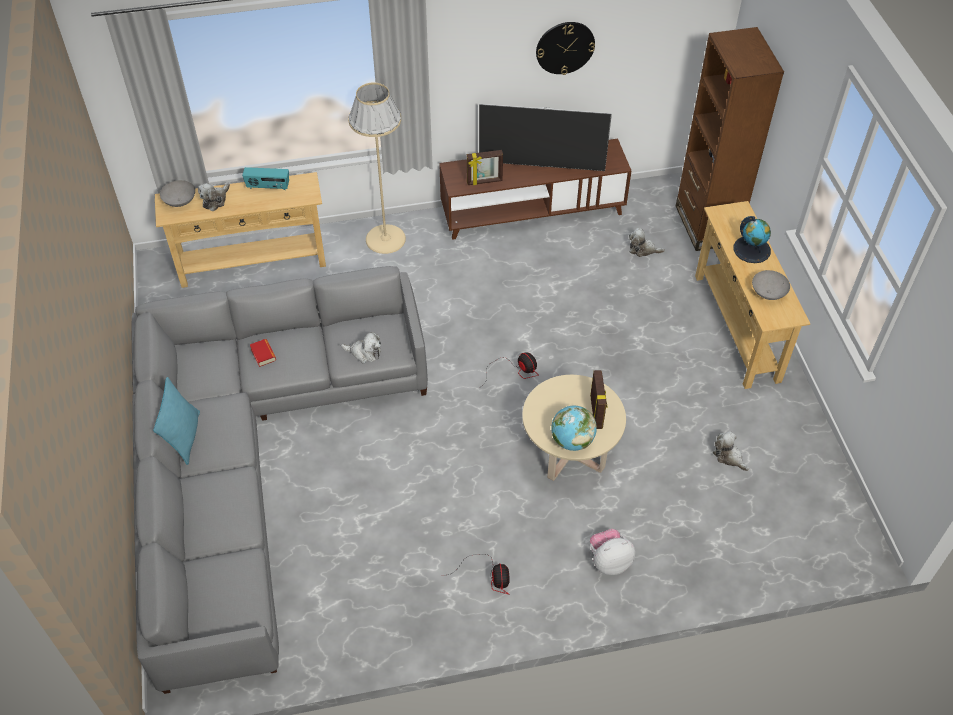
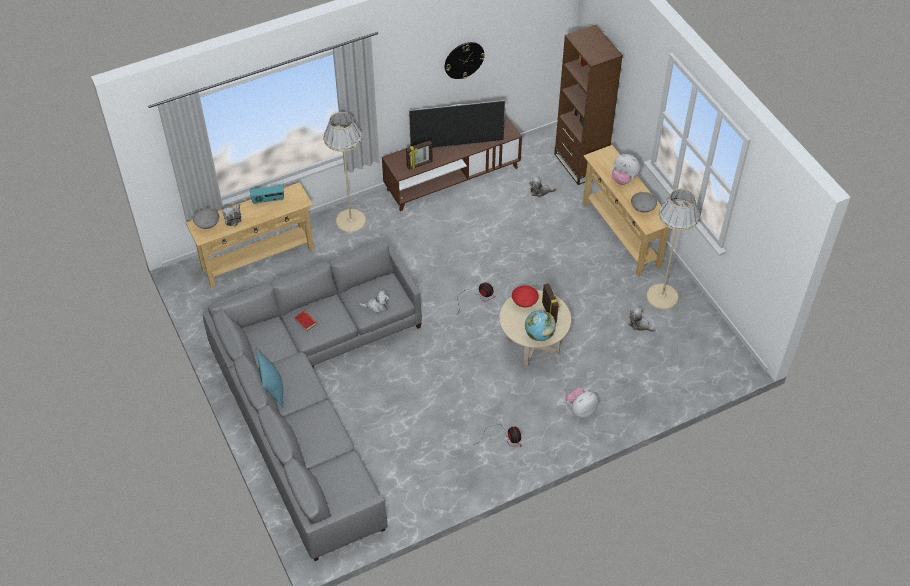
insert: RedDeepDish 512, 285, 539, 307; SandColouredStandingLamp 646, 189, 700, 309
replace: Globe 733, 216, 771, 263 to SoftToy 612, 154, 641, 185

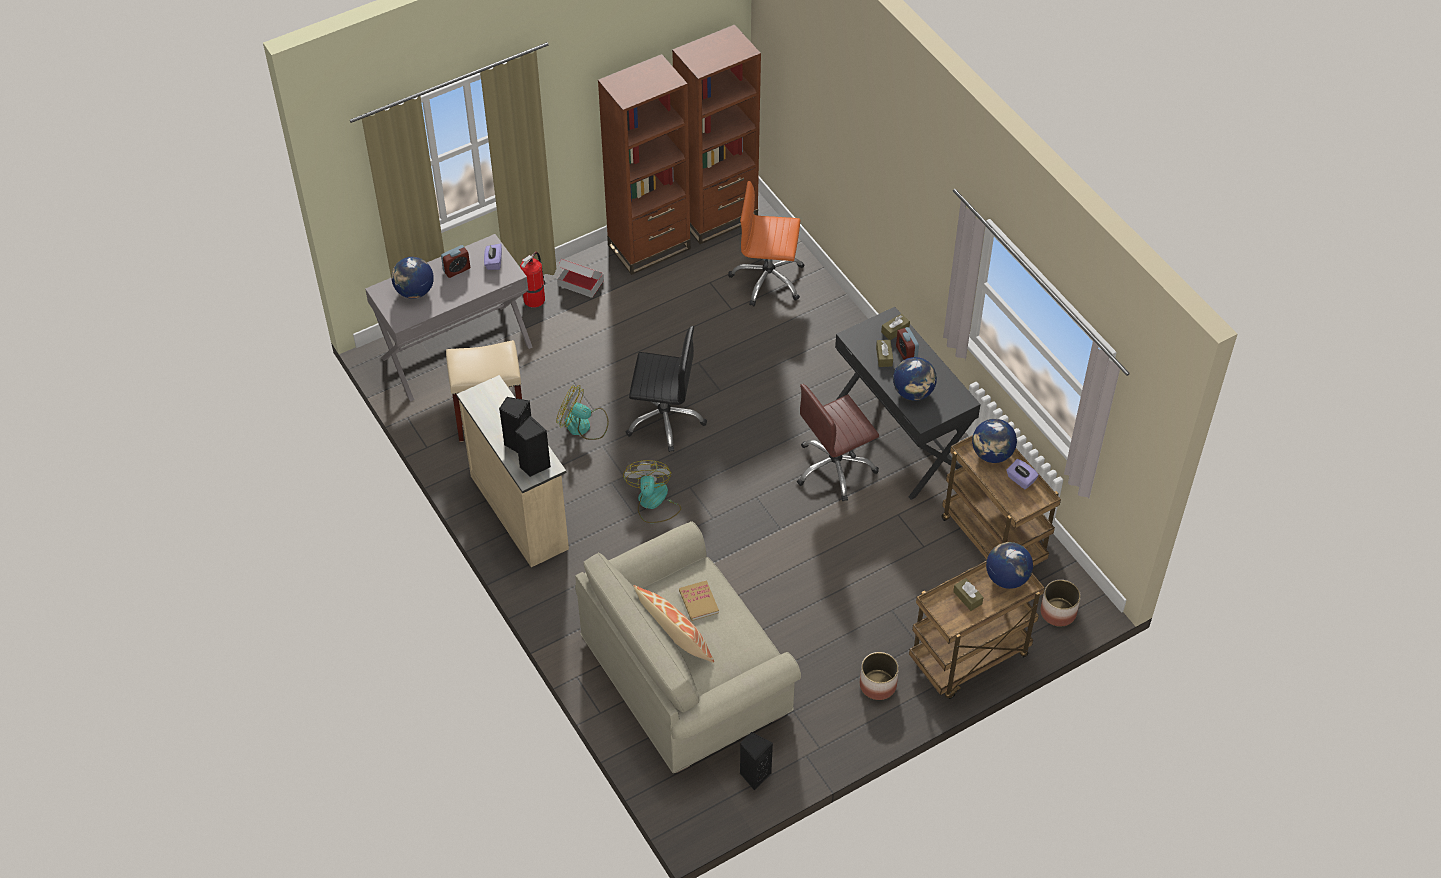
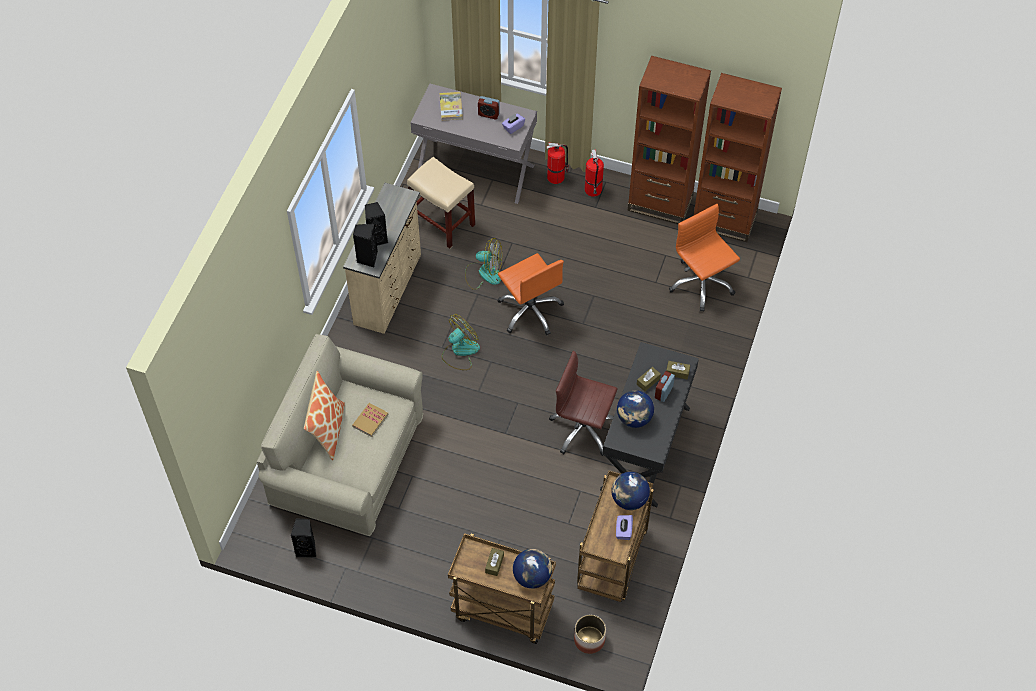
delete: PlantPot 860, 652, 899, 700
replace: Globe 392, 257, 434, 299 to BoundBook 439, 92, 463, 121; CardboardBox 557, 259, 604, 298 to Extinguisher 585, 149, 604, 197
recolor: BlackComputerChair 625, 326, 707, 452 to OrangeyComputerChair 497, 253, 564, 335
rotate: CoolingFan 556, 385, 609, 440 = 465, 238, 502, 290 120 degrees clockwise

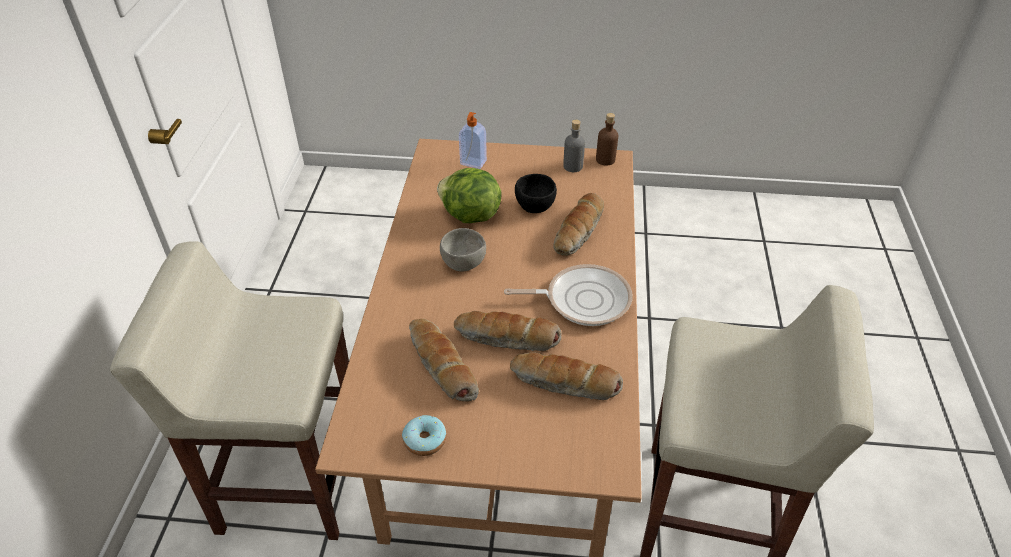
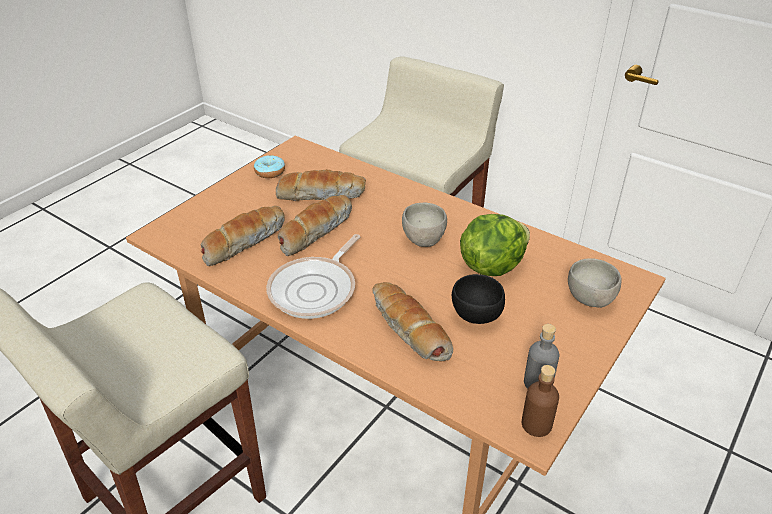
replace: SoapDispenser 459, 112, 487, 169 to GreyishDeepDish 568, 258, 622, 308

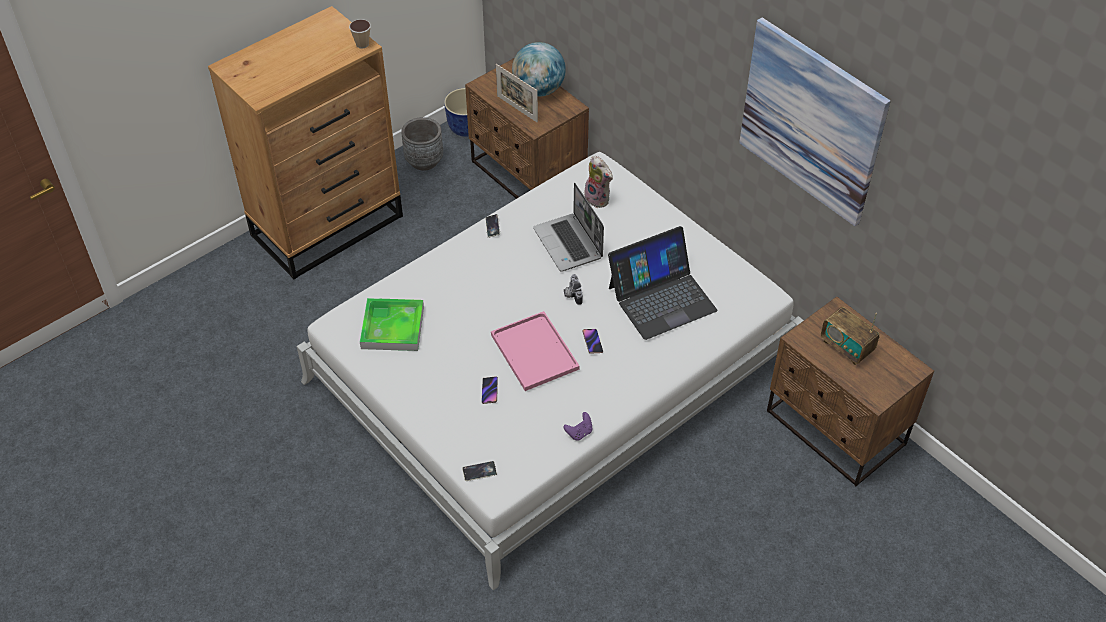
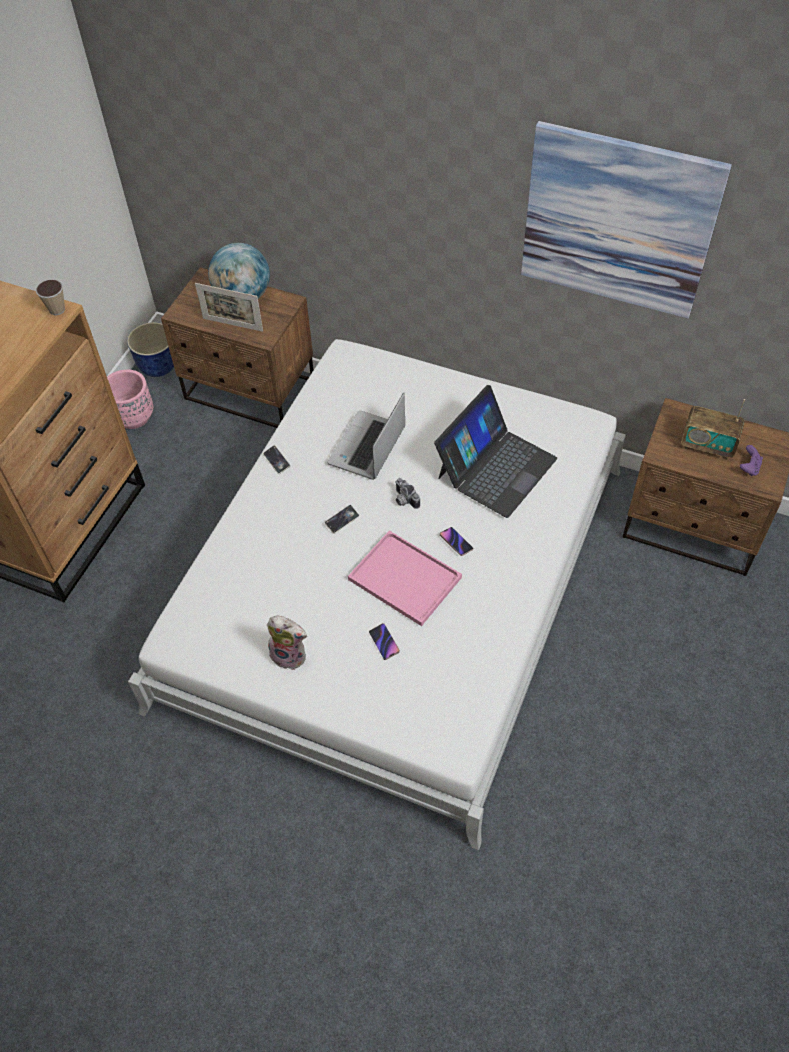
delete: CarryingTray 360, 298, 424, 351
move: SoftToy 584, 156, 613, 208 to 267, 616, 307, 670; Telephone 462, 461, 497, 481 to 324, 505, 359, 534; PurpleGamepad 564, 412, 593, 441 to 740, 445, 763, 476
recolor: GreyishPlantPot 401, 117, 443, 171 to PinkPlantPot 107, 370, 153, 429
rotate: NotebookComputer 533, 183, 604, 272 = 328, 392, 405, 480 75 degrees clockwise

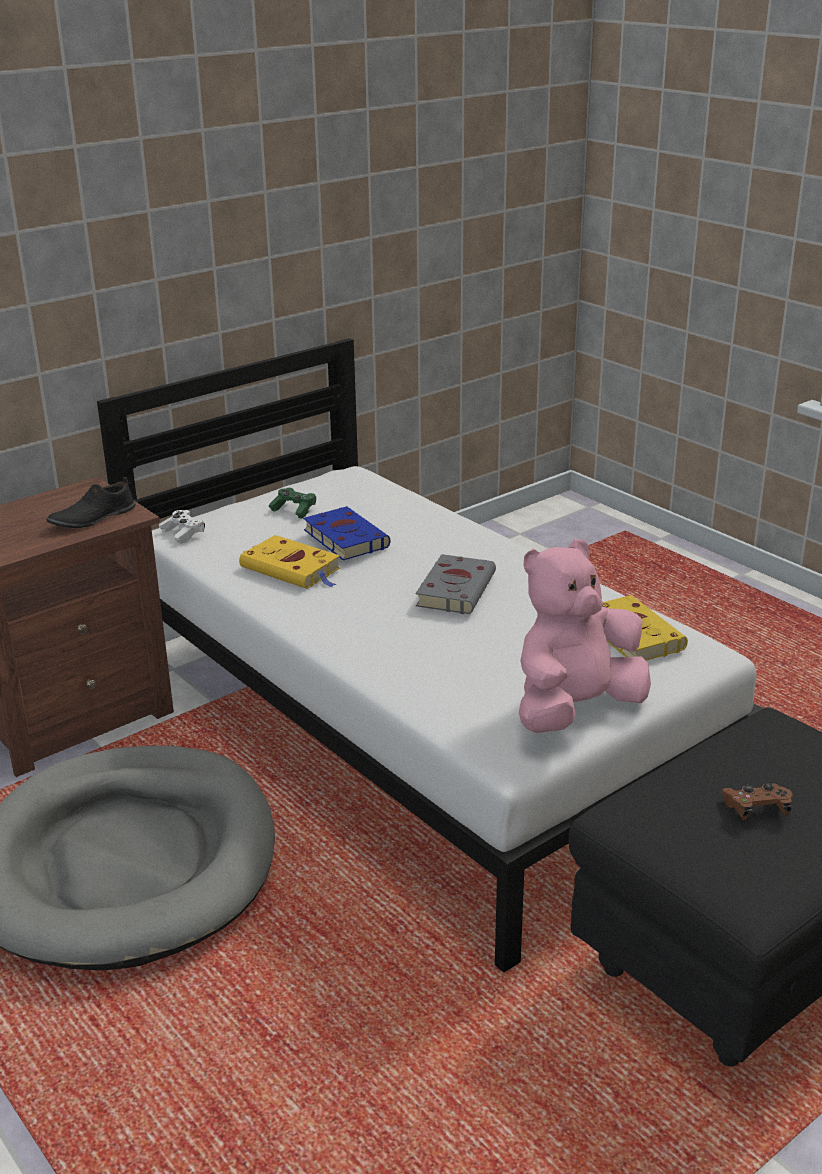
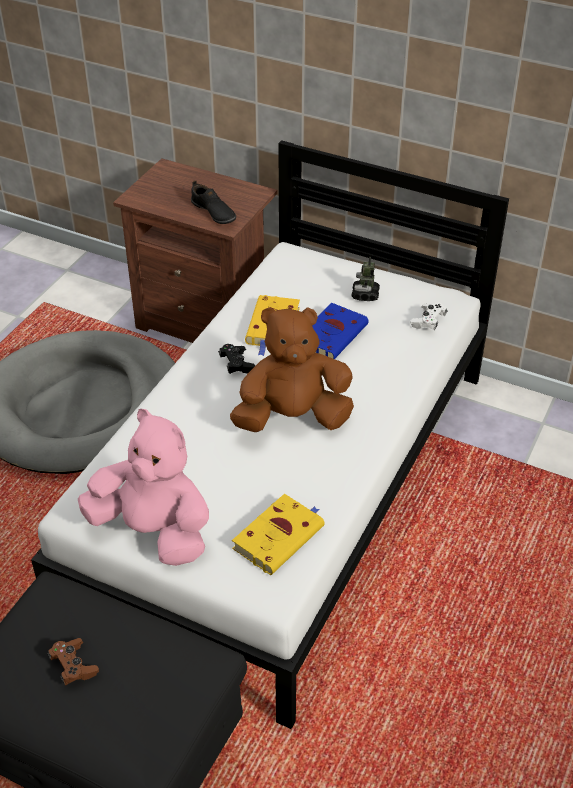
insert: BlackGamepad 218, 344, 256, 374
move: WhiteColouredGamepad 159, 510, 205, 544 to 410, 302, 448, 330
replace: GreyishBoundBook 416, 554, 496, 614 to BrownishSoftToy 230, 307, 354, 432; GreenishGamepad 269, 488, 316, 519 to RobotFigure 352, 257, 380, 301
rotate: BlackShoe 46, 477, 136, 528 = 191, 180, 236, 224 150 degrees counterclockwise

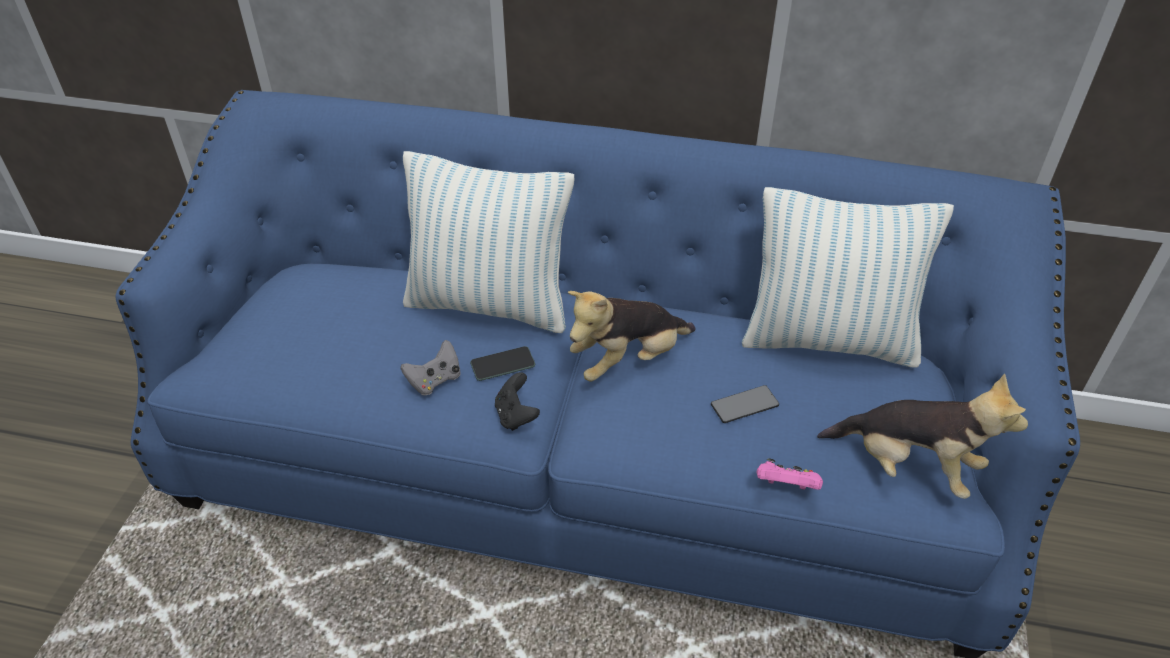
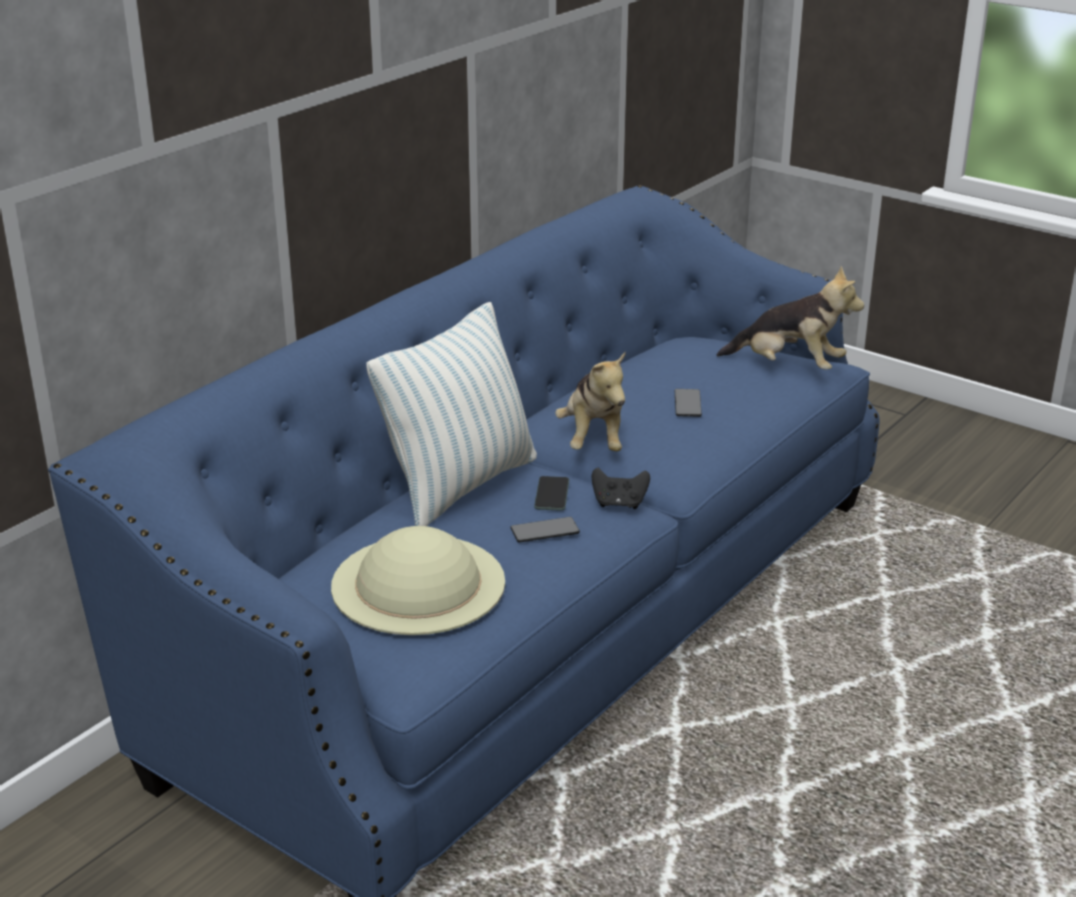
delete: ThrowPillow 742, 187, 954, 368; PinkGamepad 757, 458, 823, 490
insert: SandColouredClothingHat 331, 526, 505, 635
replace: GreyishGamepad 401, 340, 461, 395 to Telephone 510, 517, 580, 542
rotate: SoftToy 817, 373, 1028, 499 = 717, 266, 864, 370 60 degrees clockwise

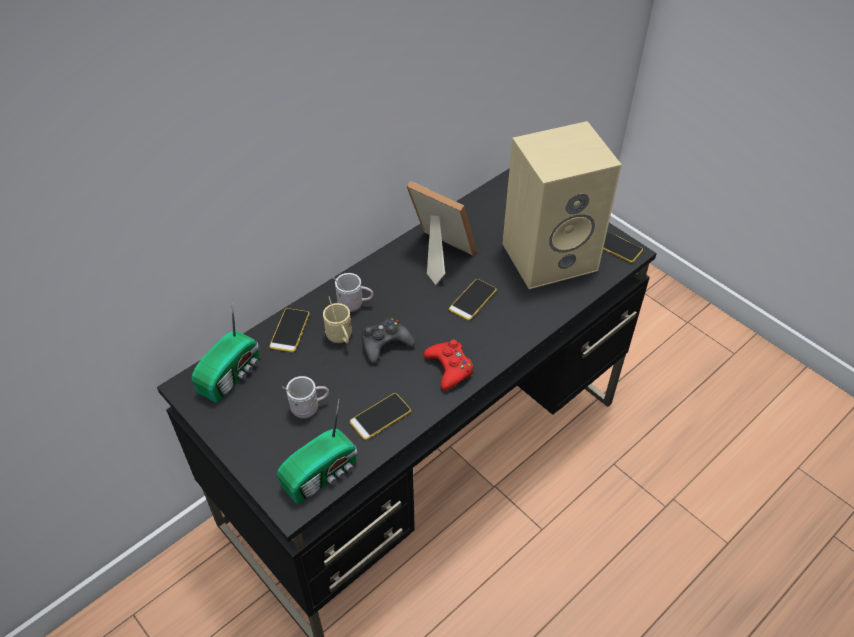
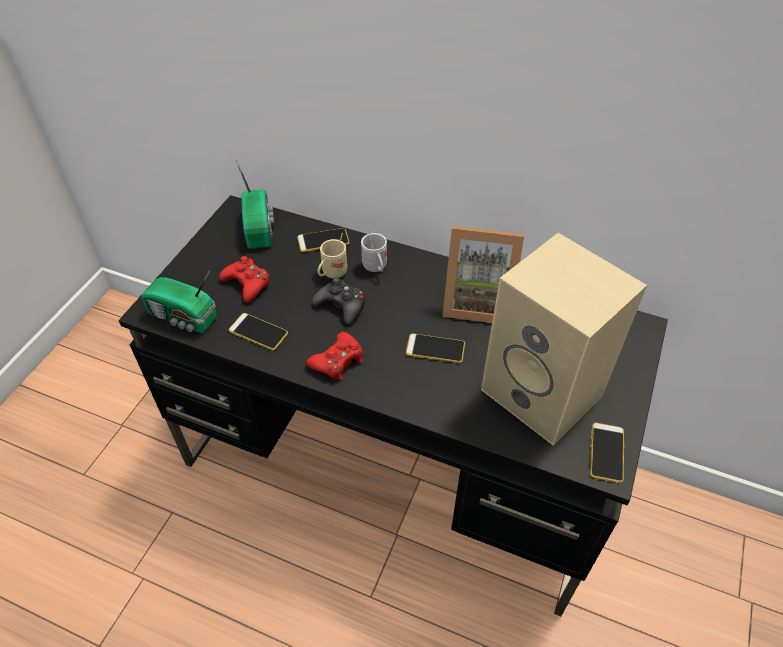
replace: WhiteColouredMug 282, 376, 329, 418 to RedGamepad 219, 256, 270, 302
rotate: RadioSet 192, 301, 259, 403 = 236, 160, 274, 249 105 degrees counterclockwise; PhotoFrame 406, 181, 477, 285 = 442, 226, 524, 323 90 degrees clockwise

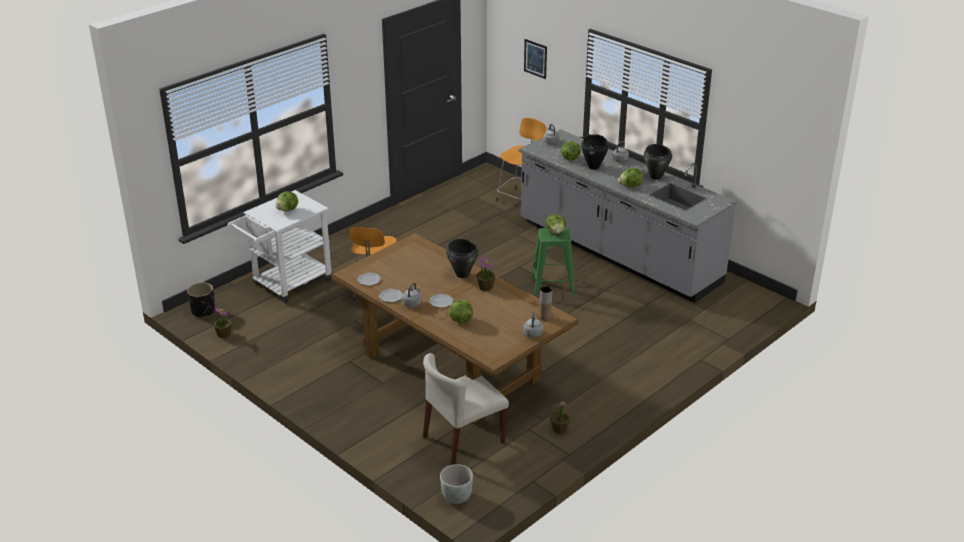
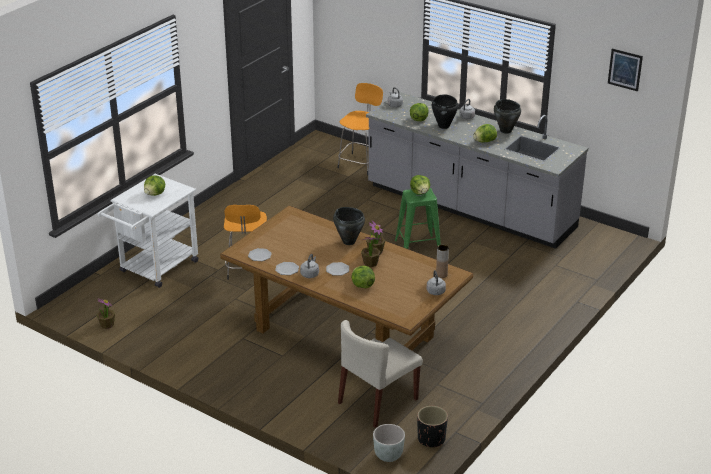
move: PlantInAPot 550, 401, 571, 434 to 361, 235, 381, 267; BlackPlantPot 187, 283, 215, 318 to 417, 406, 448, 448; WallPicture 524, 39, 547, 79 to 608, 49, 643, 91

